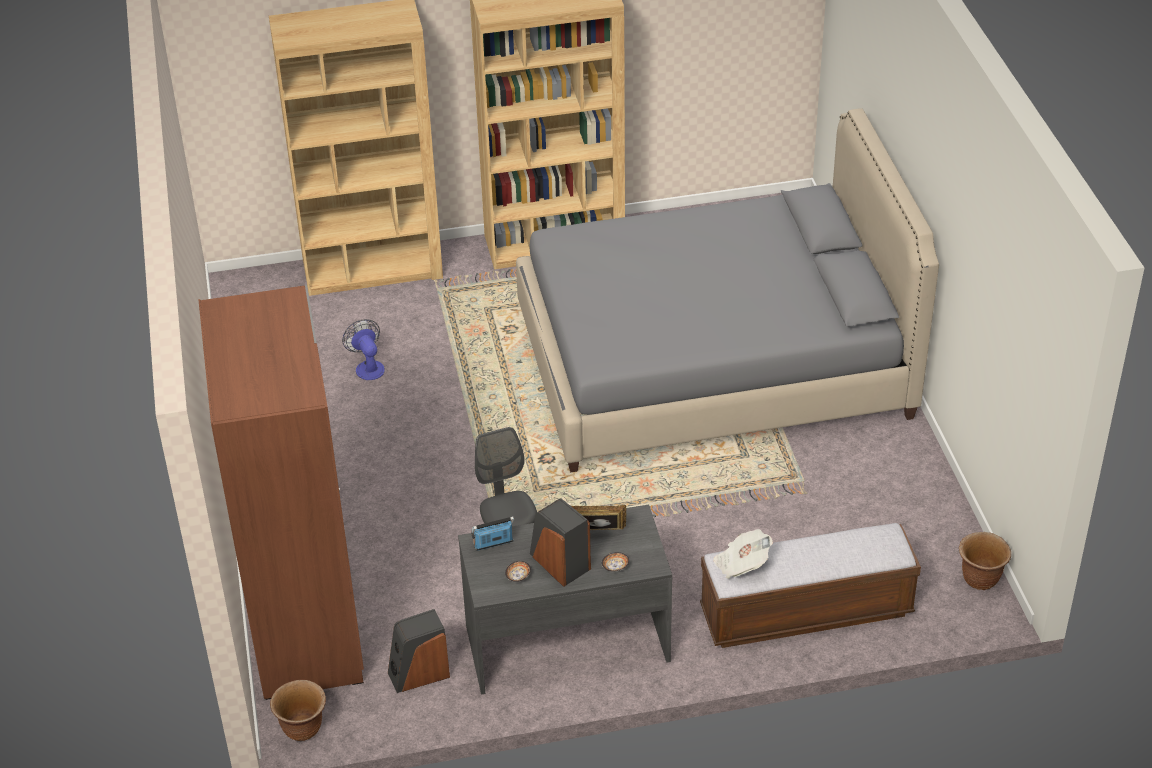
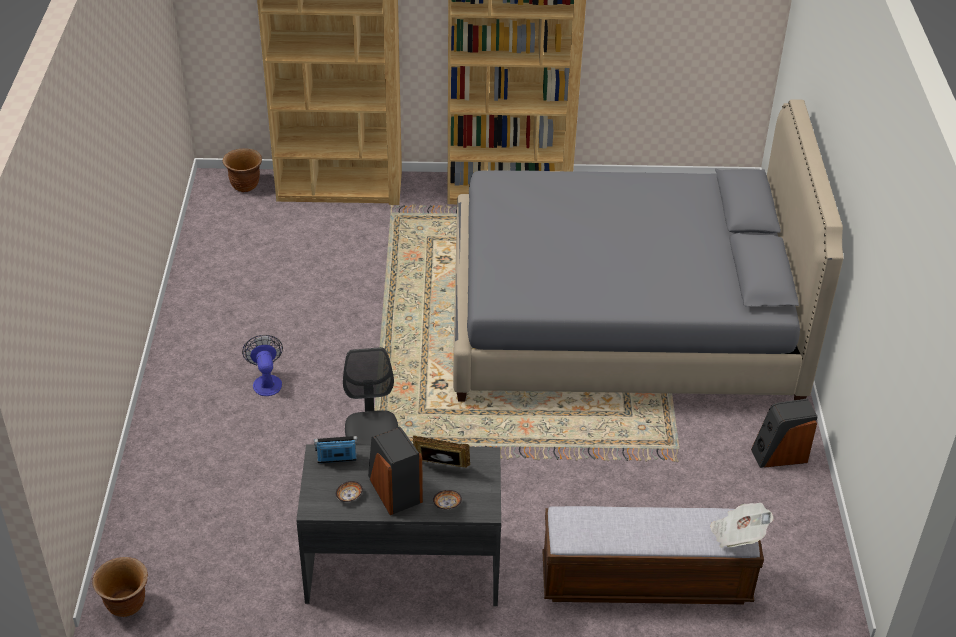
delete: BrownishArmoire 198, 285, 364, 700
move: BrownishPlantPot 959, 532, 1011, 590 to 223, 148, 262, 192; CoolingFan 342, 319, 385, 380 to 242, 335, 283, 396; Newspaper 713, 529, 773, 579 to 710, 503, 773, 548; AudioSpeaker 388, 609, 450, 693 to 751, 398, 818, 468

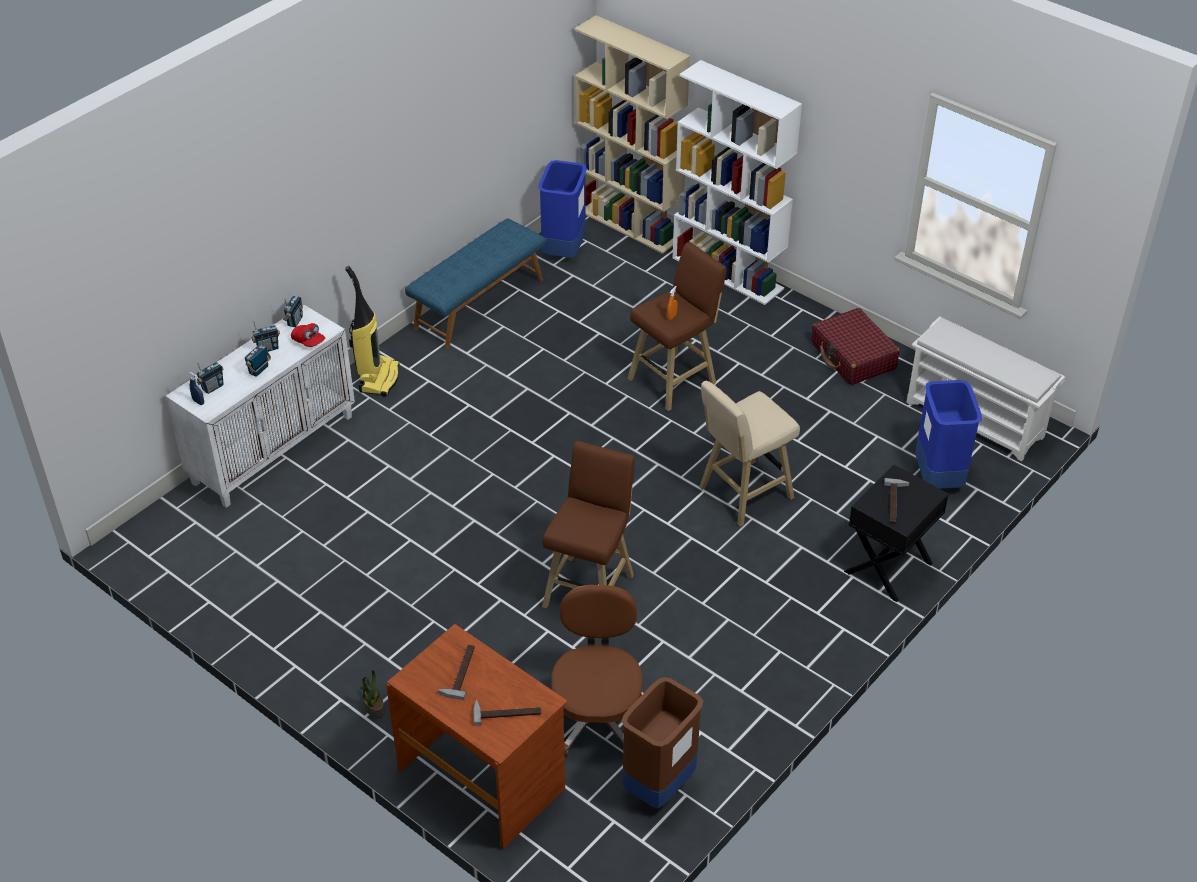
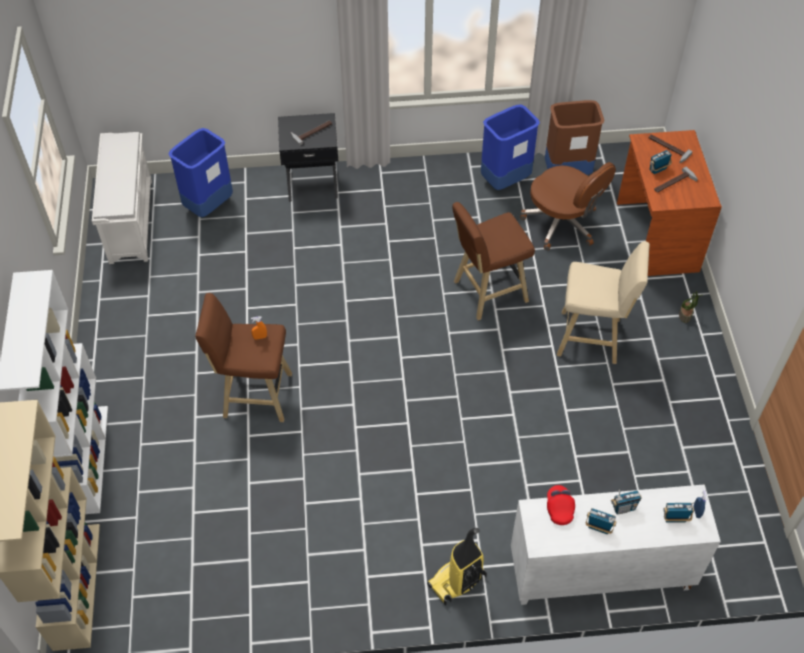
delete: BlueColouredIndoorBench 405, 218, 547, 349; RedPieceOfLuggage 812, 308, 900, 385
move: BlueColouredTrashCan 538, 160, 587, 258 to 481, 104, 540, 190; SandColouredSittingStool 699, 381, 800, 527 to 557, 241, 650, 364; RadioSet 283, 296, 303, 327 to 649, 145, 672, 174
rotate: BrownishComputerChair 552, 585, 642, 757 = 520, 162, 616, 250 90 degrees counterclockwise

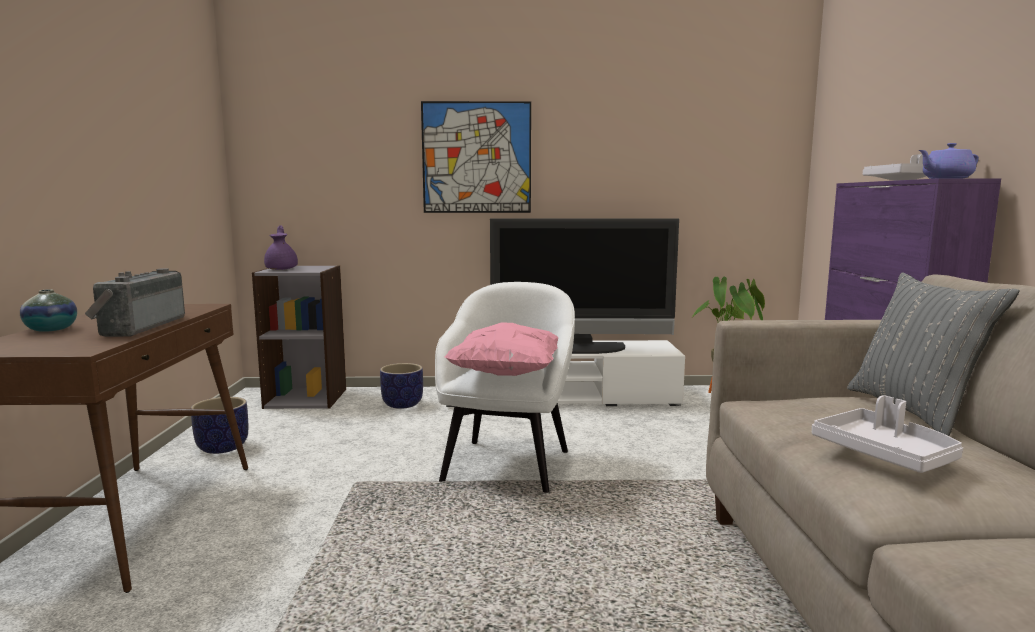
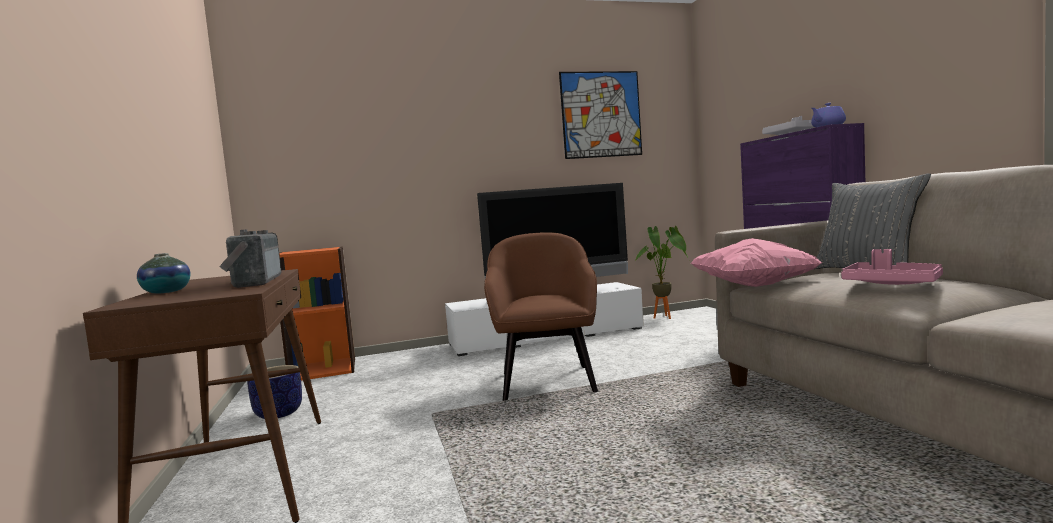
delete: PurpleTeapot 264, 225, 298, 270; PlantPot 380, 363, 423, 409
move: WallPicture 421, 101, 531, 213 to 559, 71, 642, 159; PinkThrowPillow 444, 323, 558, 376 to 691, 238, 823, 287
recolor: GreyishBookcase 252, 265, 346, 409 to OrangeyBookcase 279, 246, 355, 381; WhiteColouredLoungeChair 435, 282, 575, 493 to BrownishLoungeChair 484, 232, 598, 401; WhiteColouredCarryingTray 812, 395, 963, 473 to PinkCarryingTray 841, 249, 943, 285

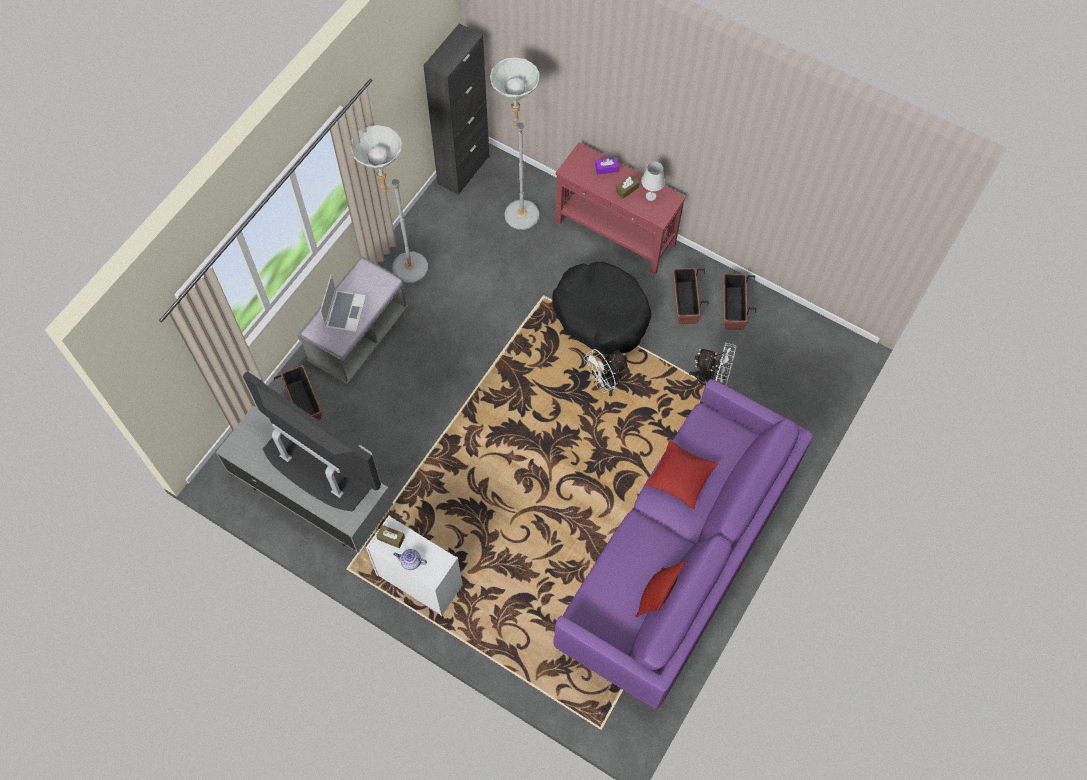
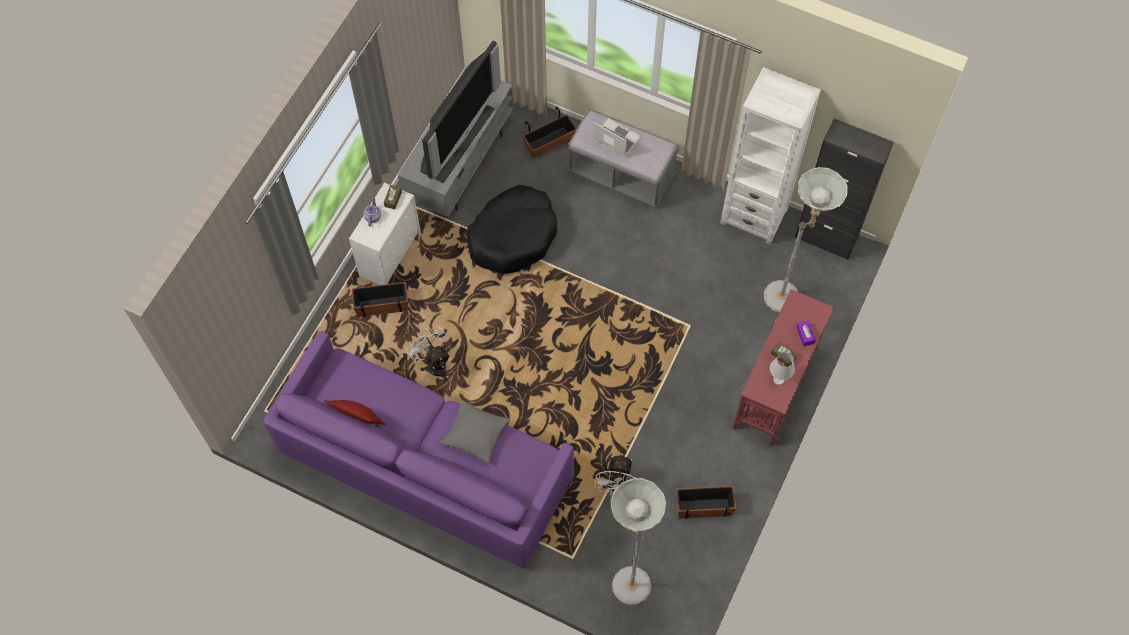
insert: WhiteColouredBookcase 720, 67, 821, 245
move: PlantPot 673, 268, 708, 324 to 352, 282, 408, 317; WhiteColouredCoolingFan 584, 349, 629, 396 to 406, 325, 450, 381; BlackDogBed 552, 262, 651, 354 to 467, 185, 557, 274; GreyishStandingLamp 351, 125, 428, 283 to 611, 478, 666, 605
recolor: RedThrowPillow 645, 440, 717, 509 to GreyishThrowPillow 440, 400, 510, 463
rotate: NotebookComputer 320, 274, 366, 332 = 593, 118, 641, 158 150 degrees counterclockwise

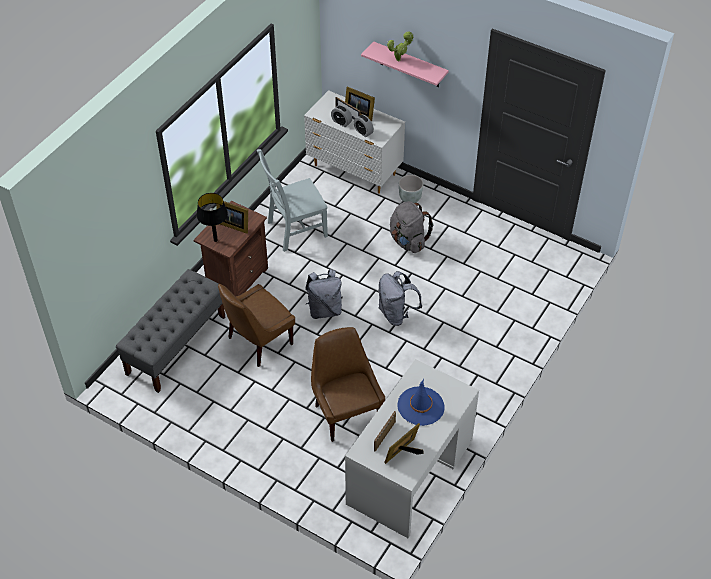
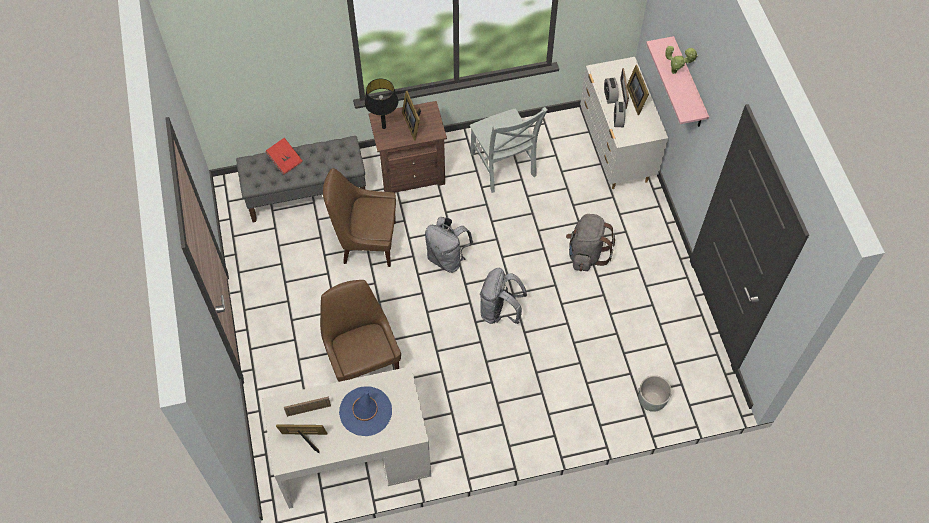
insert: RedBoundBook 266, 138, 303, 175
move: GreyishPlantPot 399, 175, 423, 203 to 638, 375, 672, 412
rotate: BrownishPlainChair 311, 327, 385, 442 = 320, 280, 401, 382 45 degrees counterclockwise; GreyishPlainChair 257, 149, 328, 252 = 470, 107, 548, 193 135 degrees counterclockwise

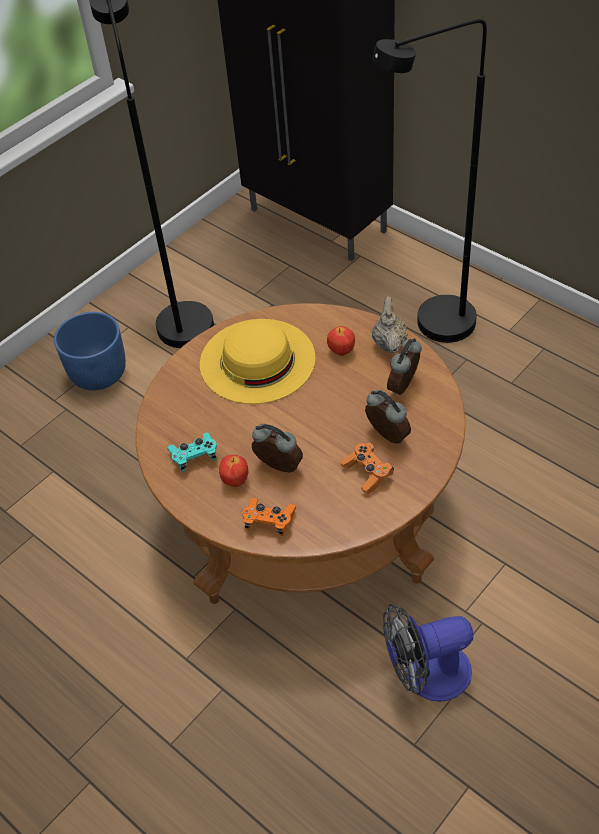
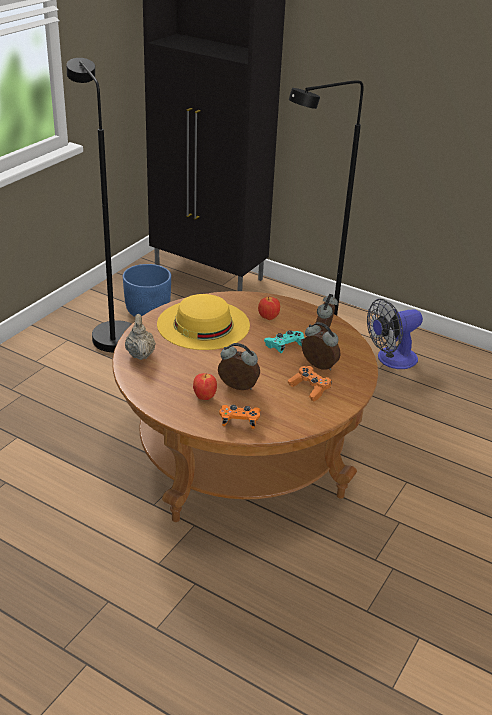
move: BlueColouredPlantPot 54, 312, 126, 390 to 123, 264, 171, 317; SandColouredTeapot 372, 296, 408, 354 to 125, 314, 156, 360; TurquoiseGamepad 167, 432, 217, 472 to 264, 330, 304, 353; CoolingFan 383, 604, 473, 702 to 367, 299, 423, 369

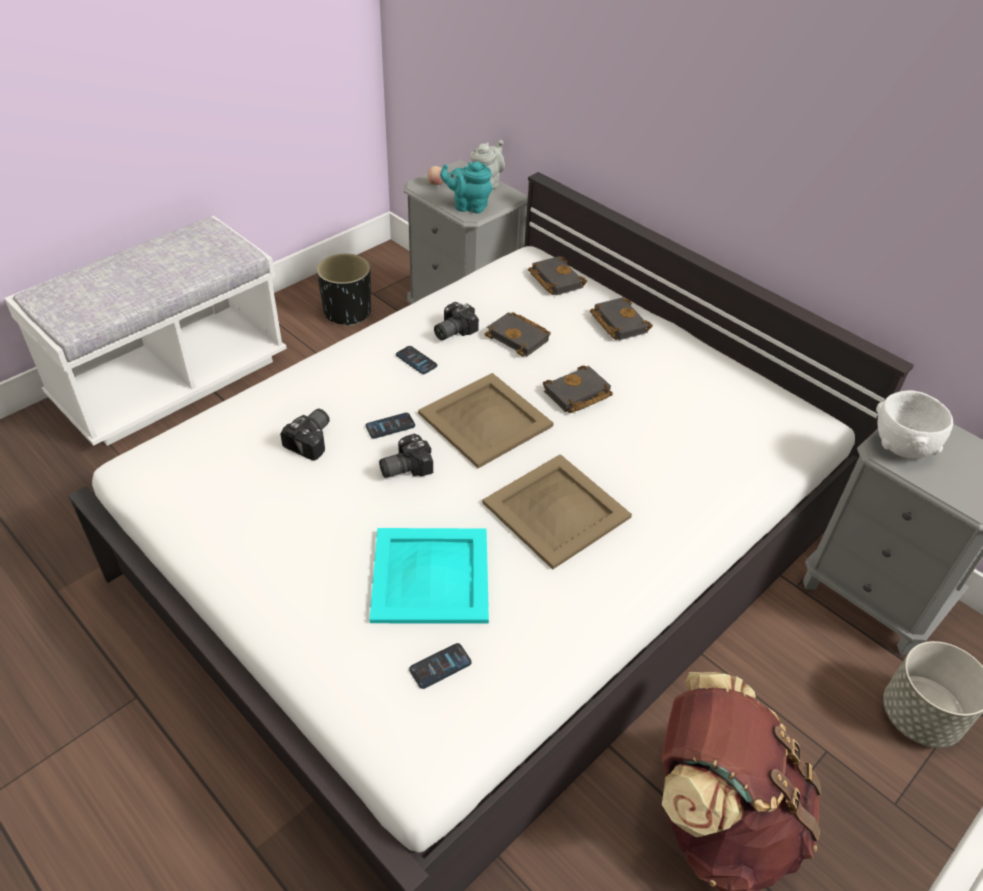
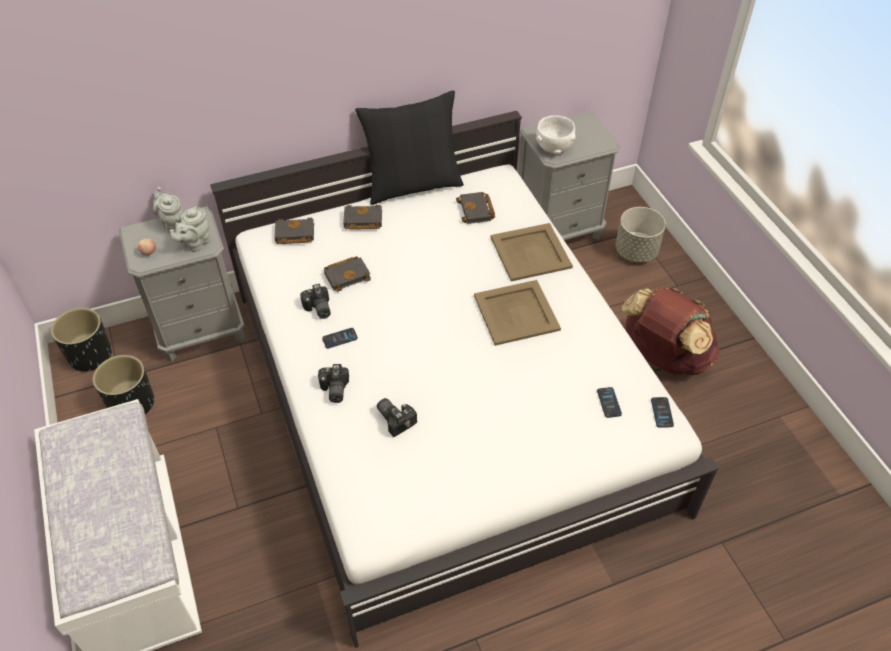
delete: TurquoiseCarryingTray 370, 528, 489, 623
insert: BlackPlantPot 51, 308, 112, 373; BlackThrowPillow 355, 90, 464, 205
move: PhotoCamera 379, 434, 433, 478 to 318, 364, 349, 403; BlackBoundBook 543, 366, 613, 413 to 456, 192, 495, 224; SandColouredCarryingTray 418, 373, 554, 468 to 490, 223, 573, 281; Telephone 366, 413, 415, 439 to 651, 397, 674, 428
recolor: TurquoiseTeapot 440, 162, 493, 213 to GreyishTeapot 169, 206, 210, 252

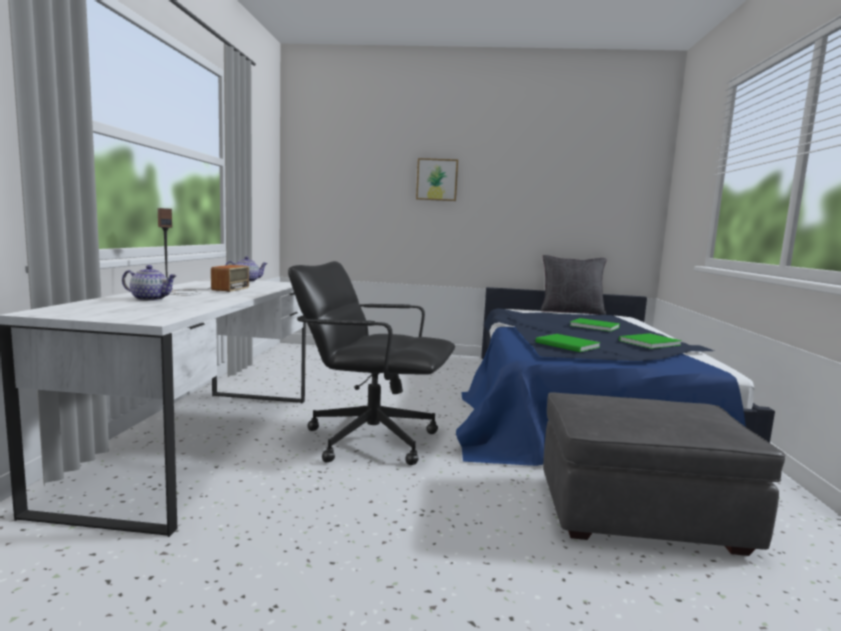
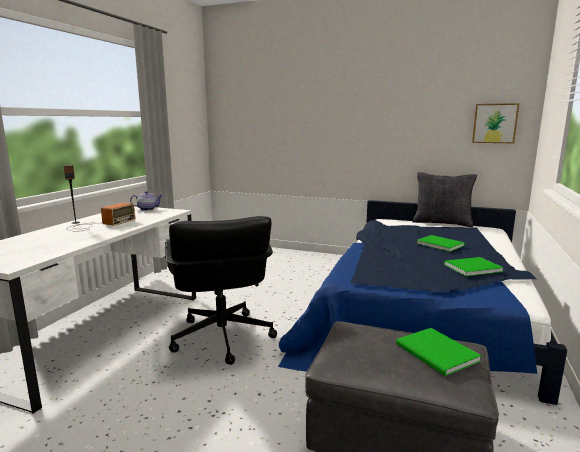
delete: Teapot 122, 265, 177, 301
move: GreenishBoundBook 535, 334, 601, 352 to 396, 328, 482, 376; WallPicture 416, 158, 458, 201 to 472, 103, 519, 143
rotate: BlackComputerChair 288, 261, 455, 465 = 165, 216, 277, 365 135 degrees counterclockwise

